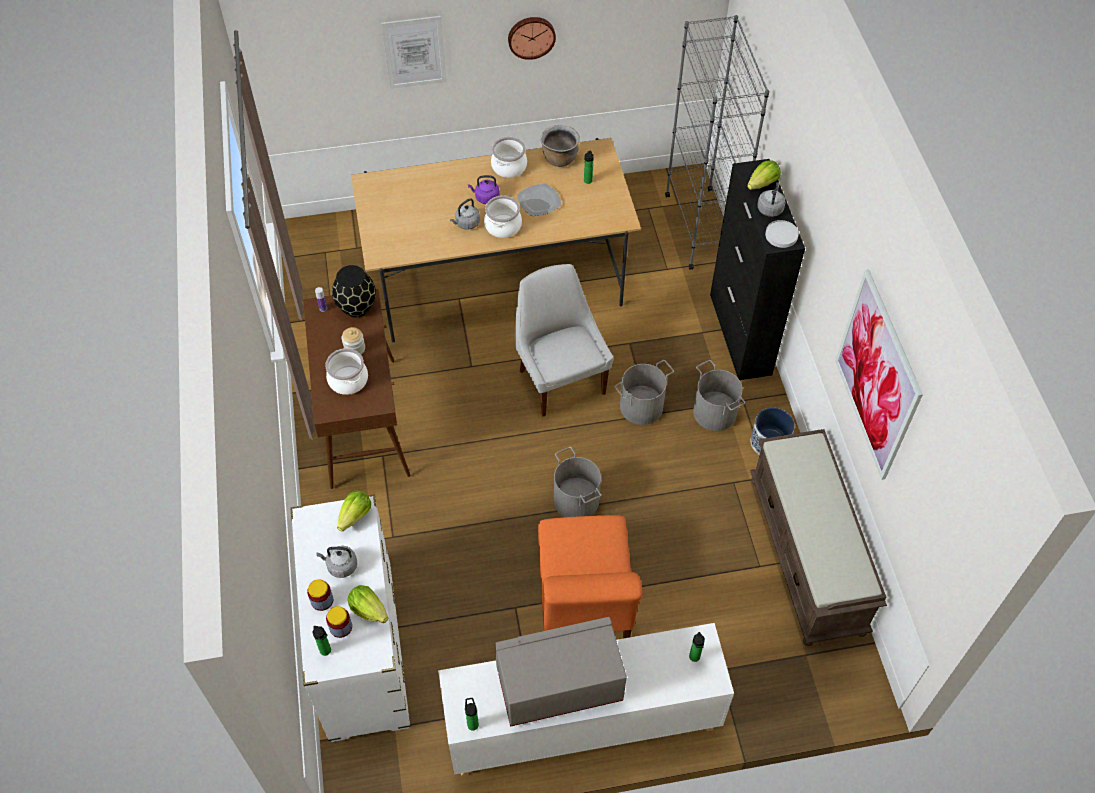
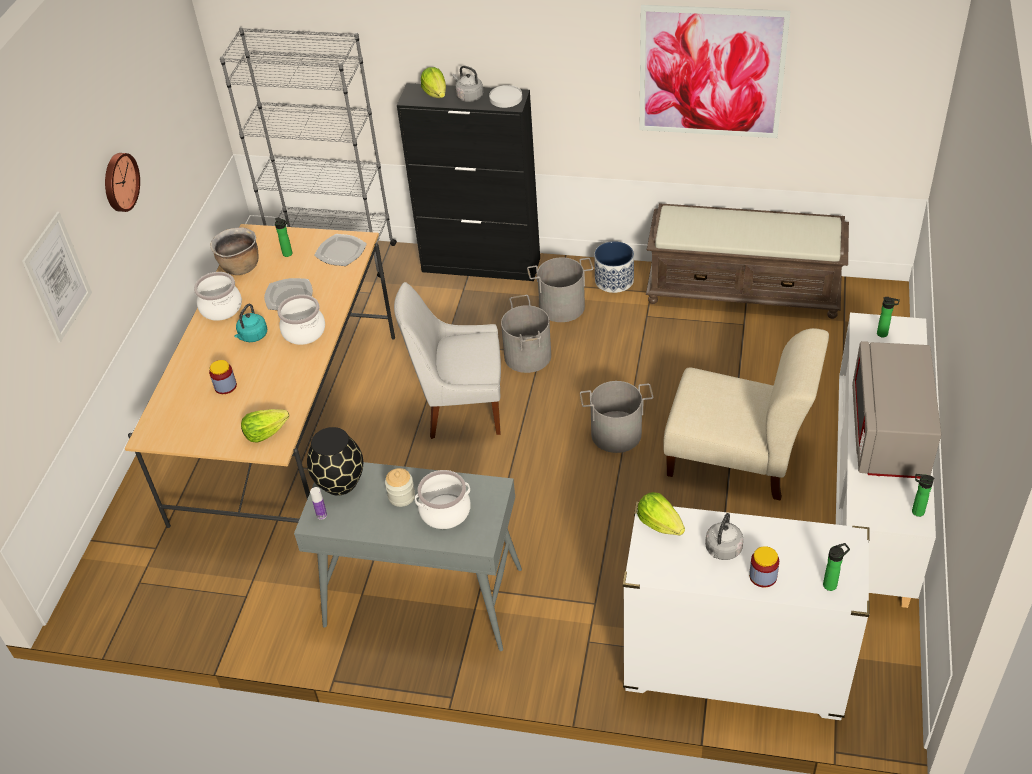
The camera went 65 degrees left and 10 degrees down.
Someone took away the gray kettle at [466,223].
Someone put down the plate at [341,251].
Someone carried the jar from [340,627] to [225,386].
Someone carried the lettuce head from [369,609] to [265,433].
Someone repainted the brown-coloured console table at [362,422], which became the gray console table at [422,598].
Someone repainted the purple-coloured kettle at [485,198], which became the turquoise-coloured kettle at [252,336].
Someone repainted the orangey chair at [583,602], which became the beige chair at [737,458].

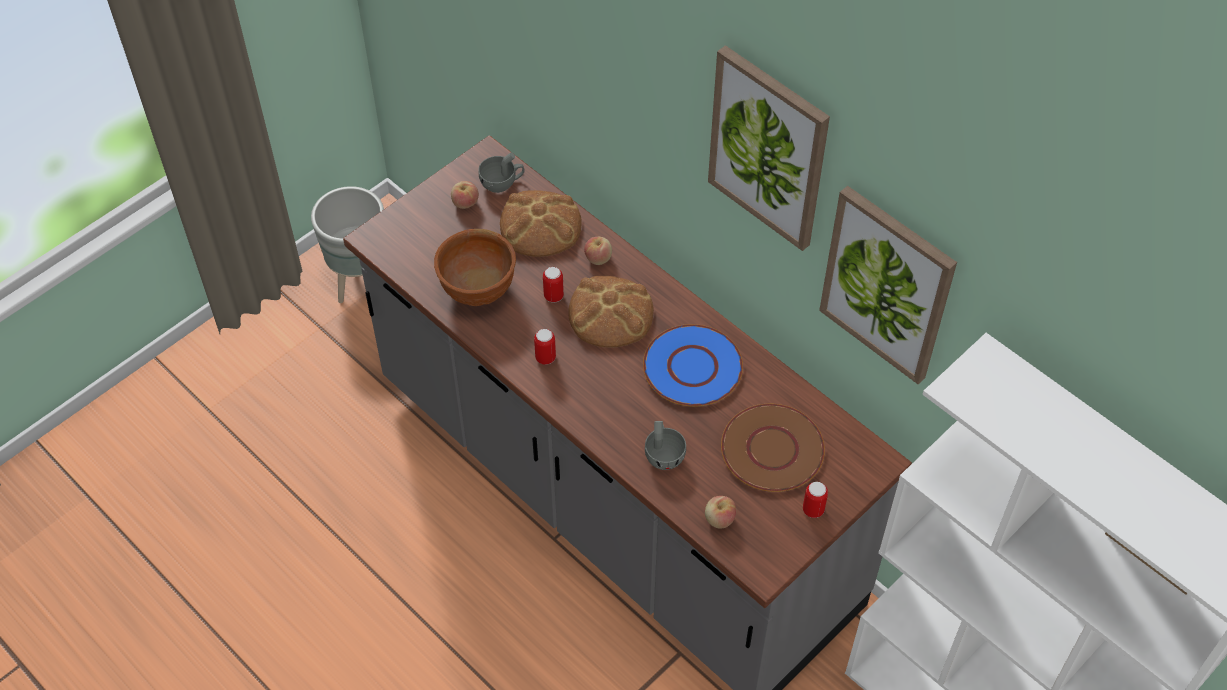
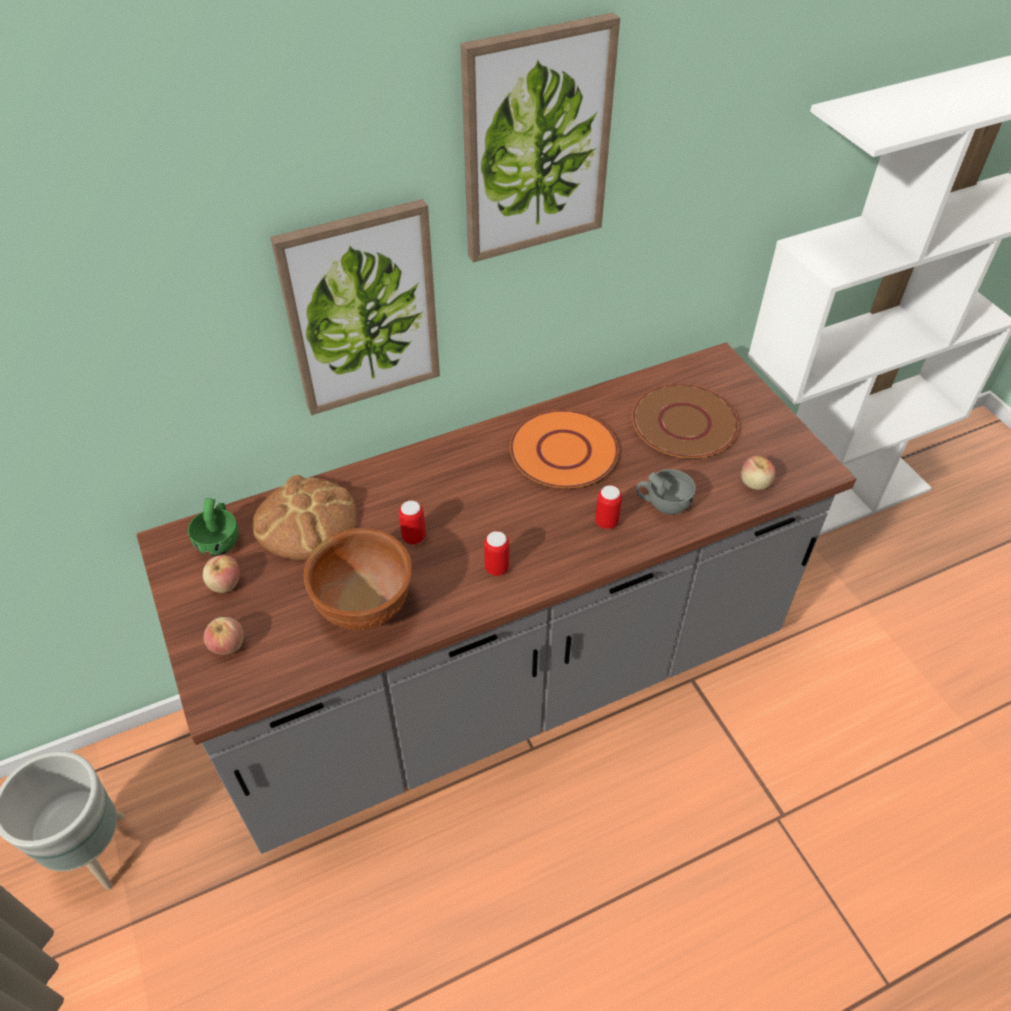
The camera went 70 degrees left and 5 degrees down.
Someone took away the baked bread at [610,313].
Someone carried the apple fruit from [598,258] to [227,645].
Someone carried the metal can from [813,510] to [606,522].
Someone carried the wall art from [887,284] to [361,309].
Someone repainted the gray drinking cup at [502,183], which became the green-coloured drinking cup at [220,539].
Someone repainted the blue-coloured plate at [693,367], which became the orangey plate at [563,450].

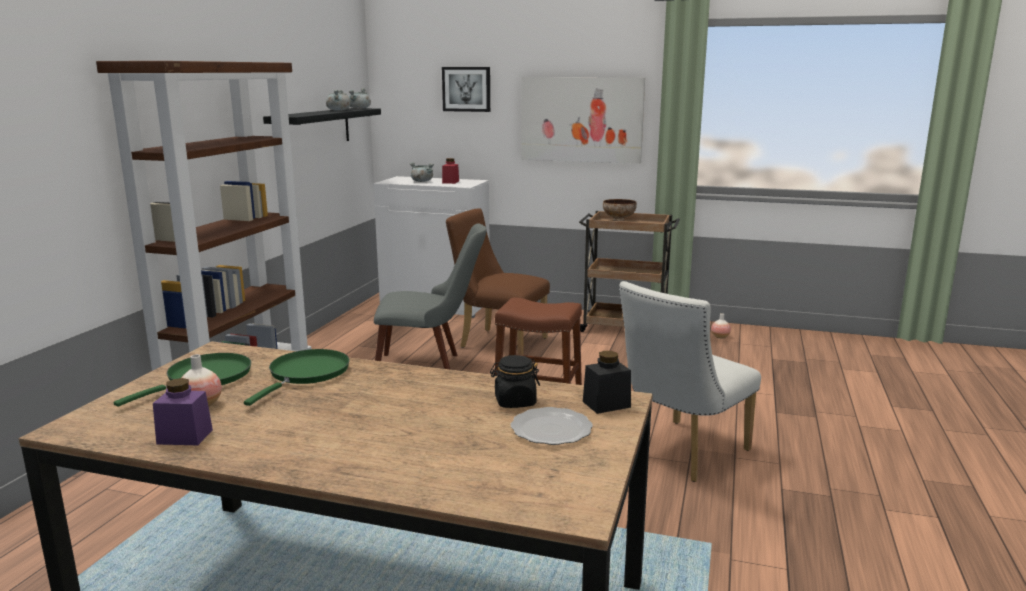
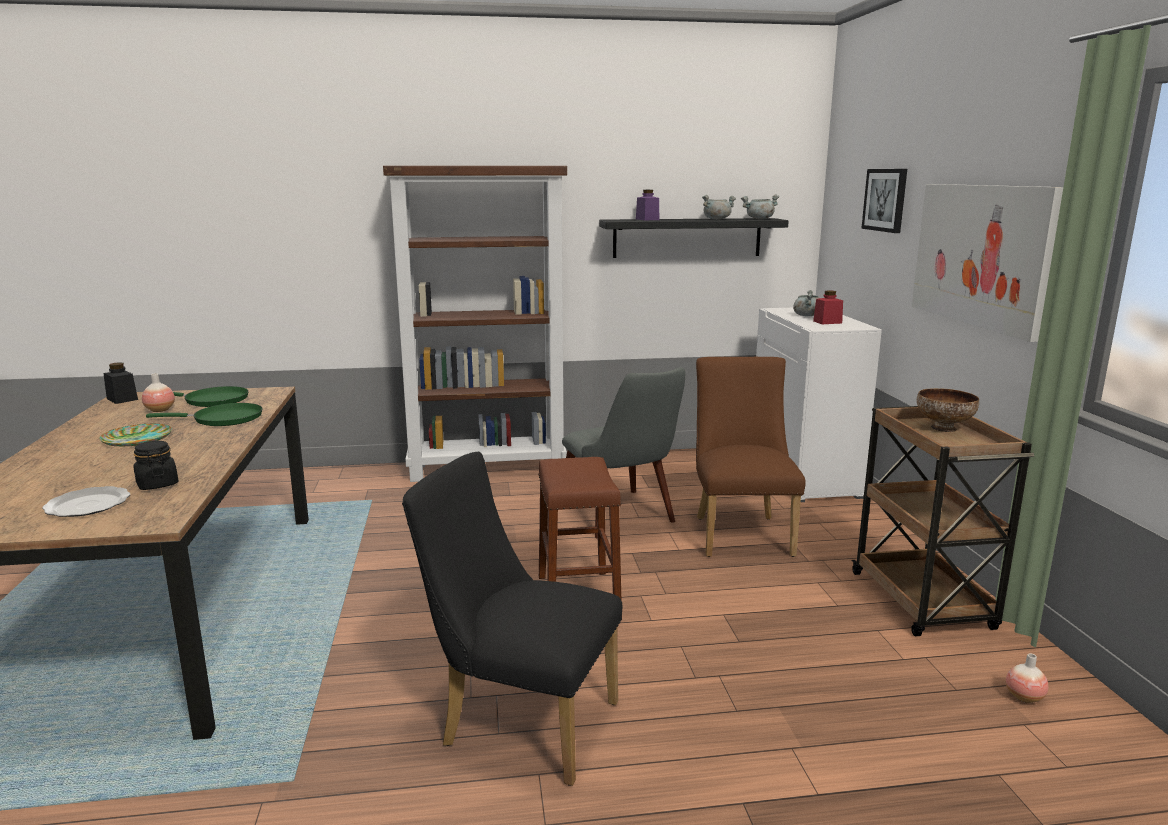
The camera went 65 degrees right and 0 degrees up.
Someone put down the plate at [137,439].
Someone carried the purple-coloured jar from [185,437] to [647,219].
Someone carried the black jar from [606,404] to [122,399].
Someone repainted the whitish chair at [680,454], which became the black chair at [519,722].

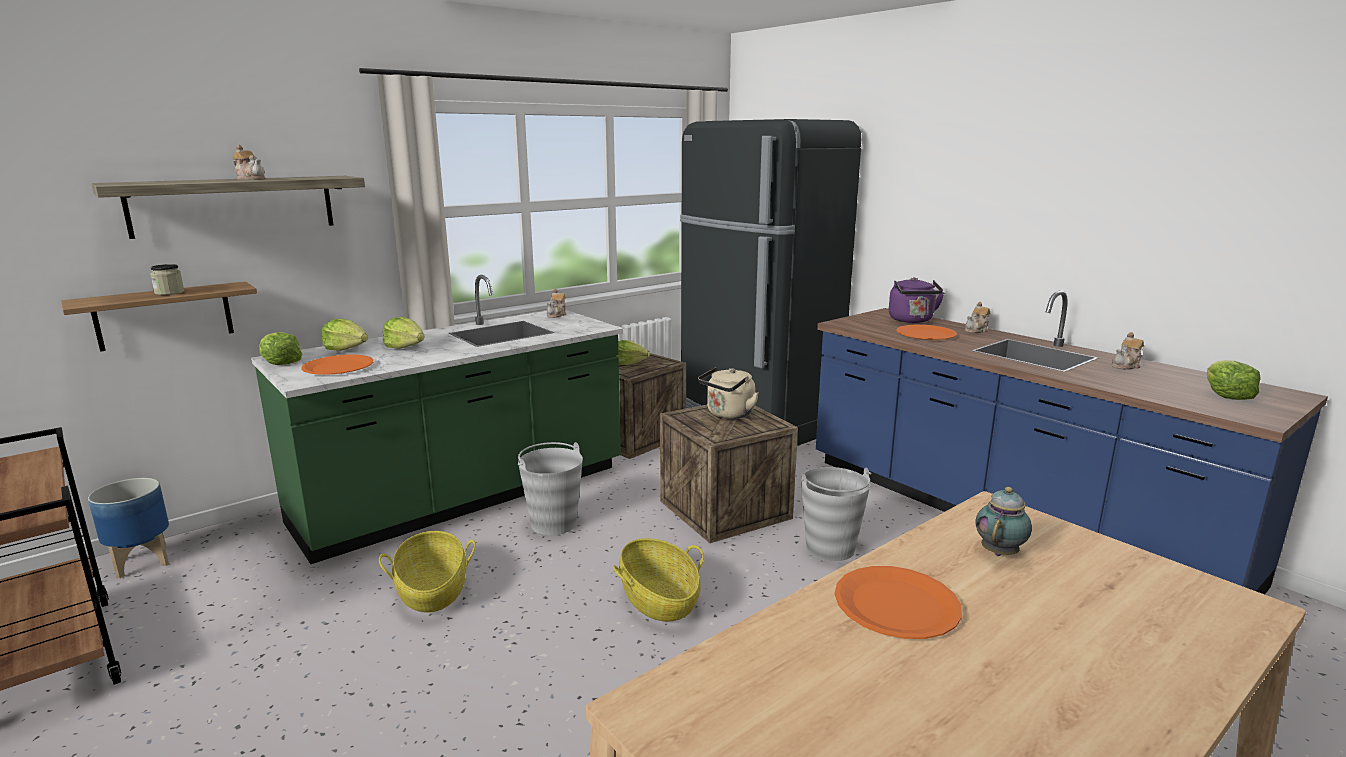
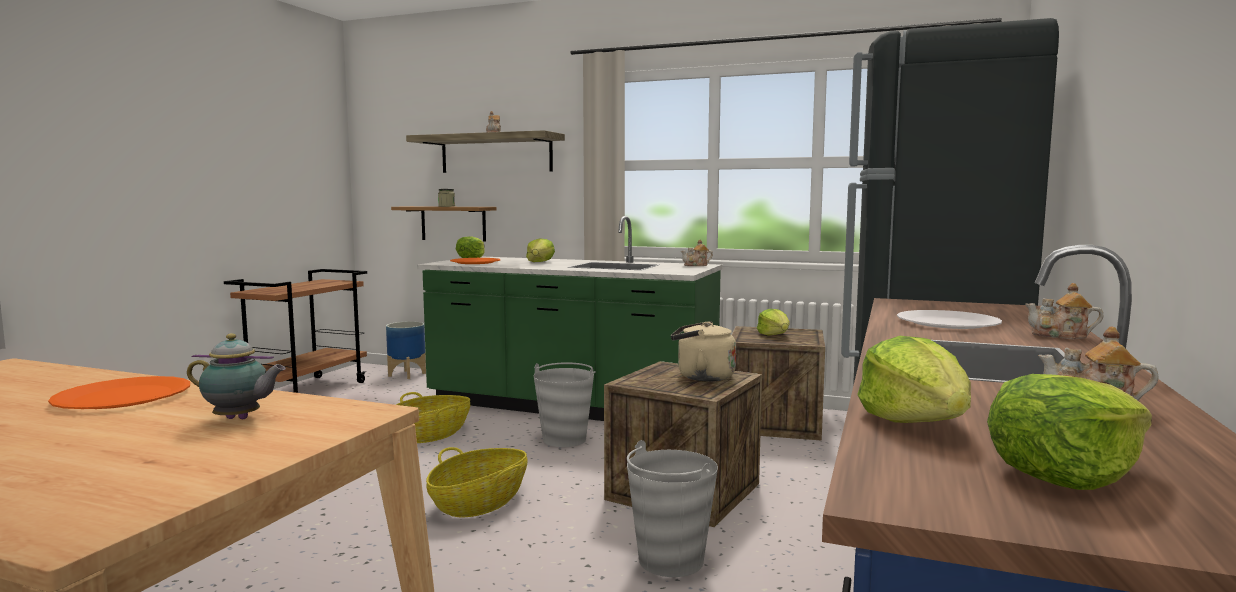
The camera went 60 degrees right and 10 degrees down.
Someone took away the purple-coloured kettle at [912,320].
Someone carried the lettuce head from [346,348] to [915,421].
Someone repainted the orangey plate at [925,334], which became the whitish plate at [947,322].

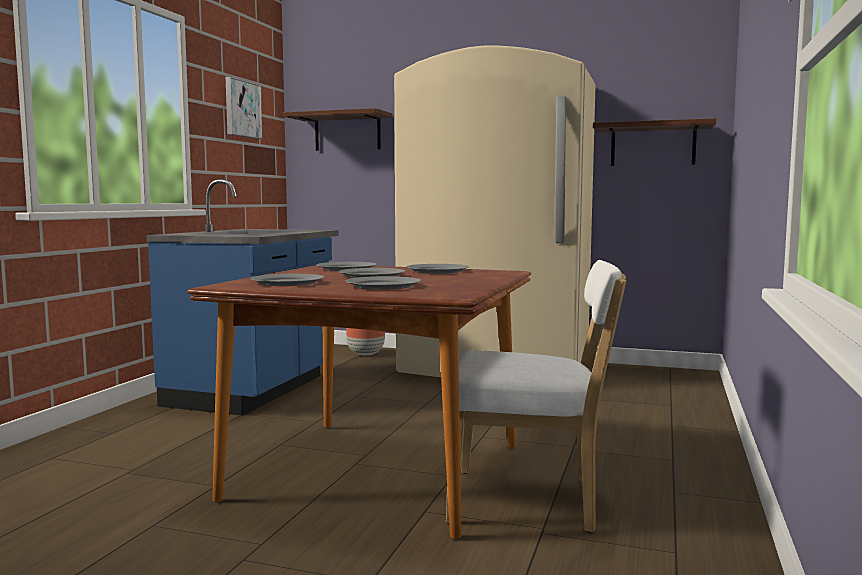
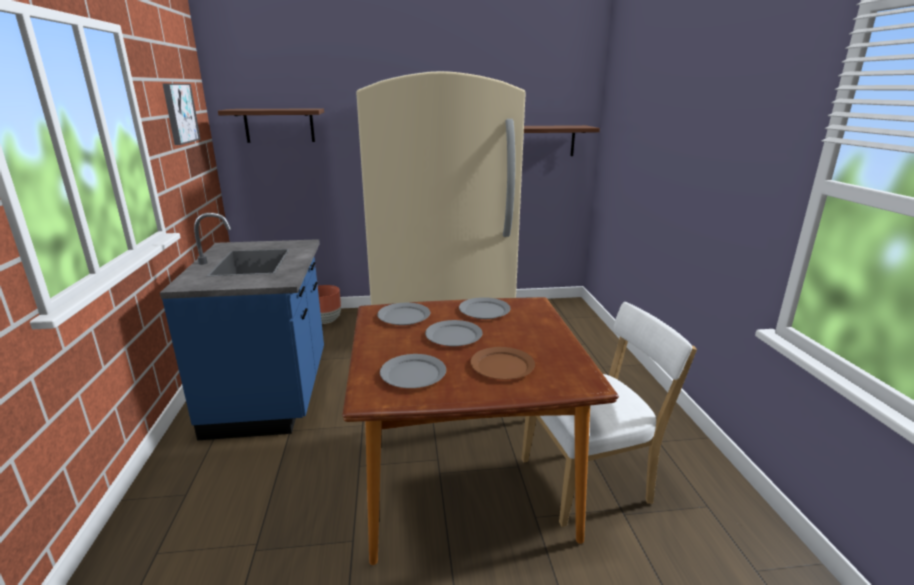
The camera went 25 degrees left and 15 degrees up.
Someone repainted the gray plate at [383,285], which became the brown-coloured plate at [502,366].

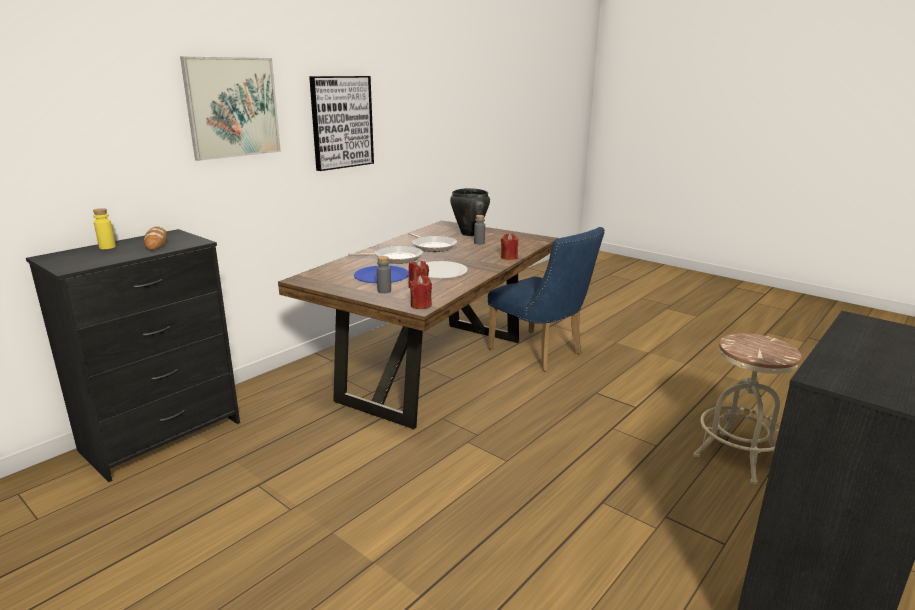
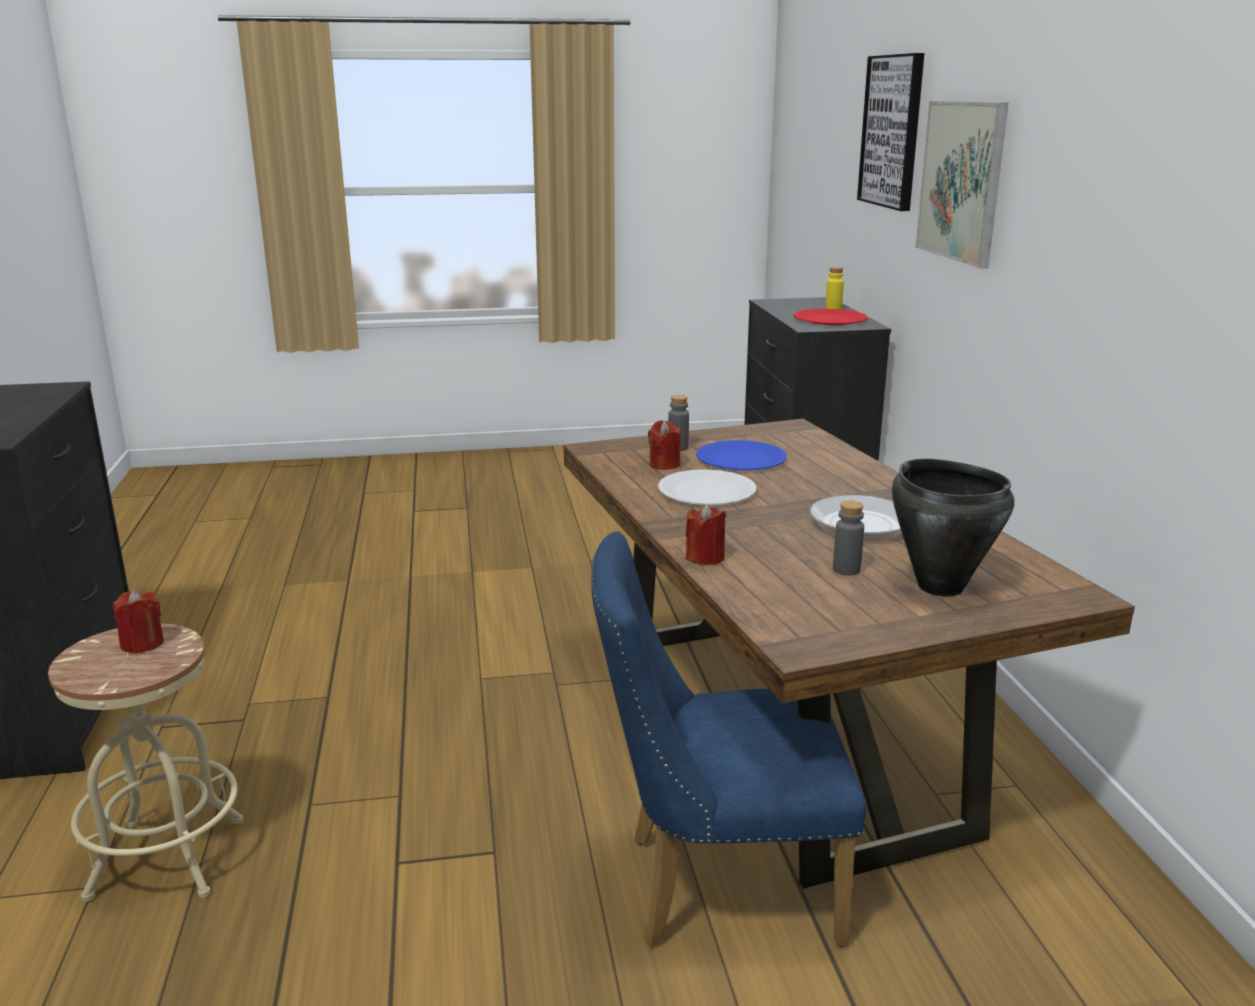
The camera went 130 degrees right and 0 degrees up.
Someone took away the frying pan at [395,258].
Someone carried the wall art from [341,122] to [892,131].
Someone carried the reddish wax light from [421,305] to [142,644].
Someone swapped the baked bread at [156,242] for the reddish plate at [830,319].

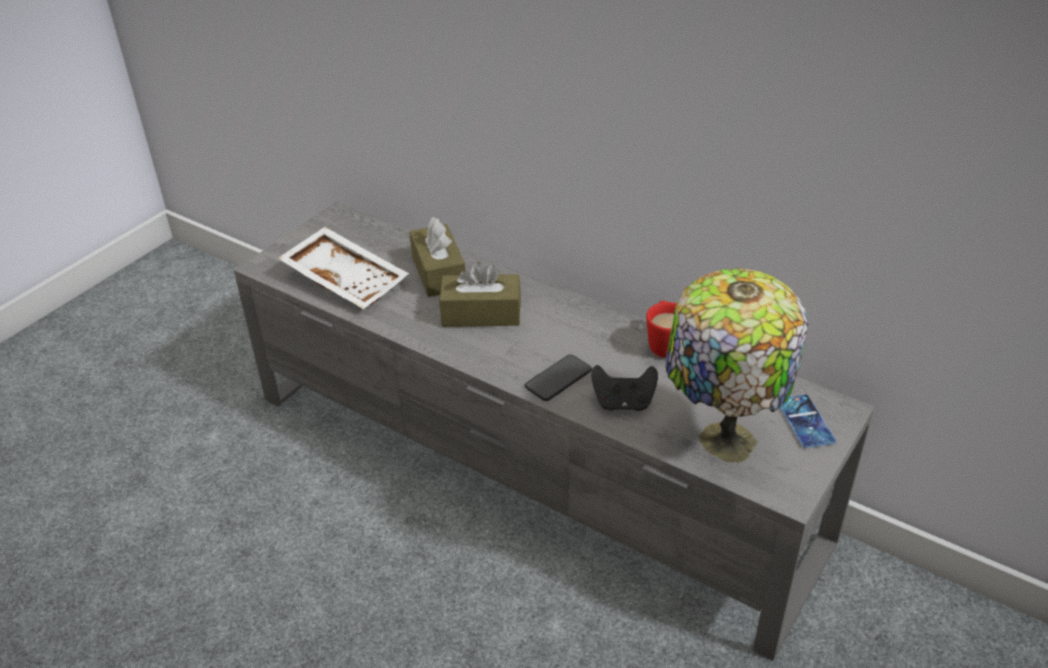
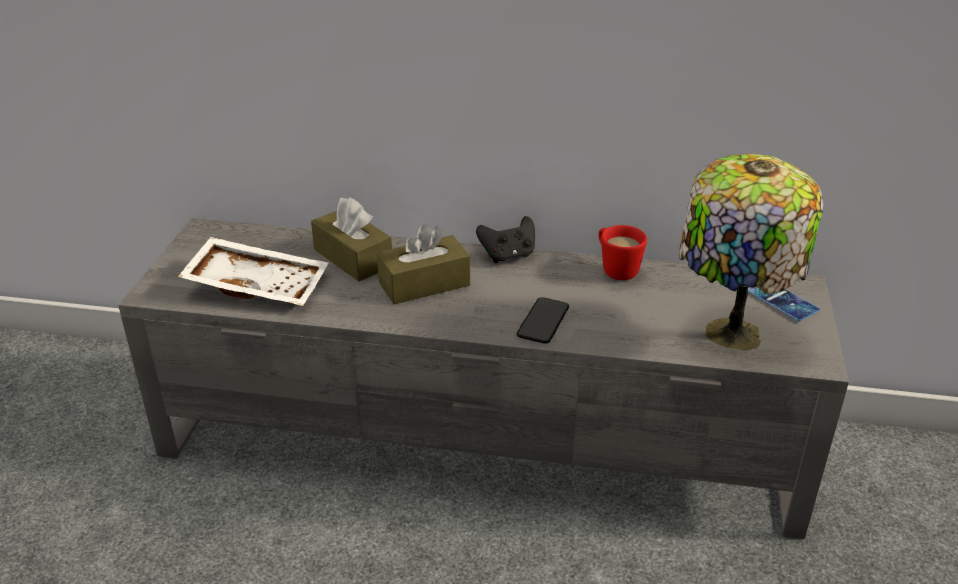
The camera went 25 degrees left and 5 degrees down.
Someone carried the black game controller from [623,403] to [508,255].

